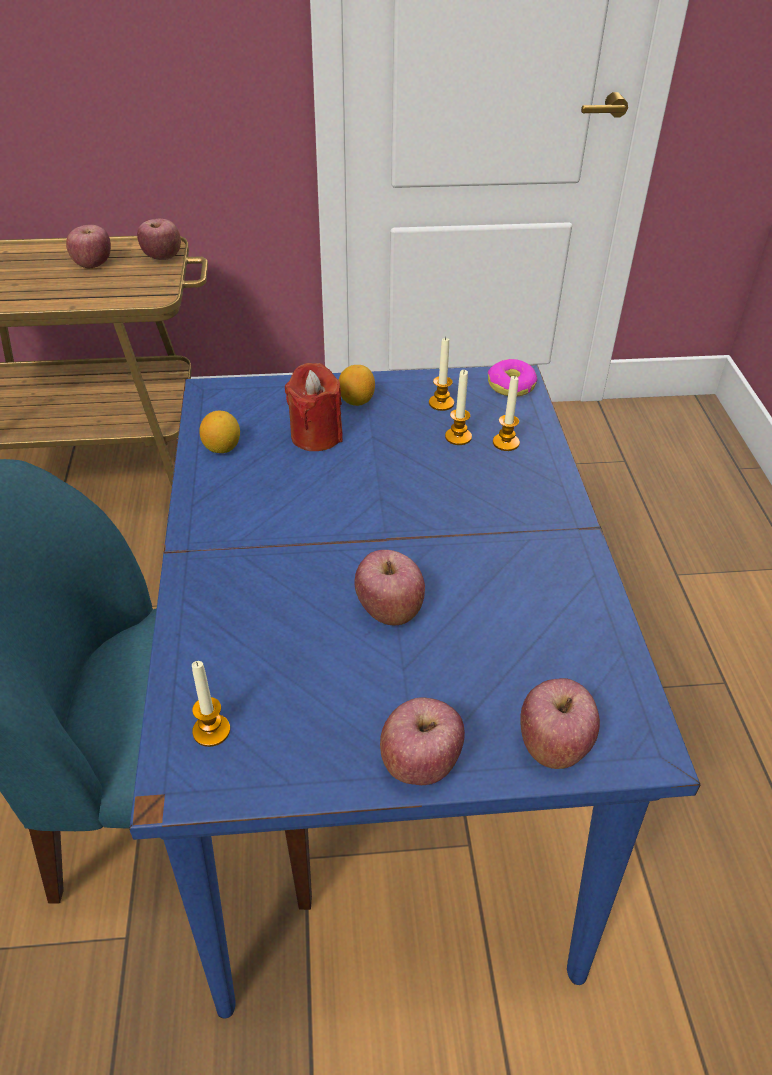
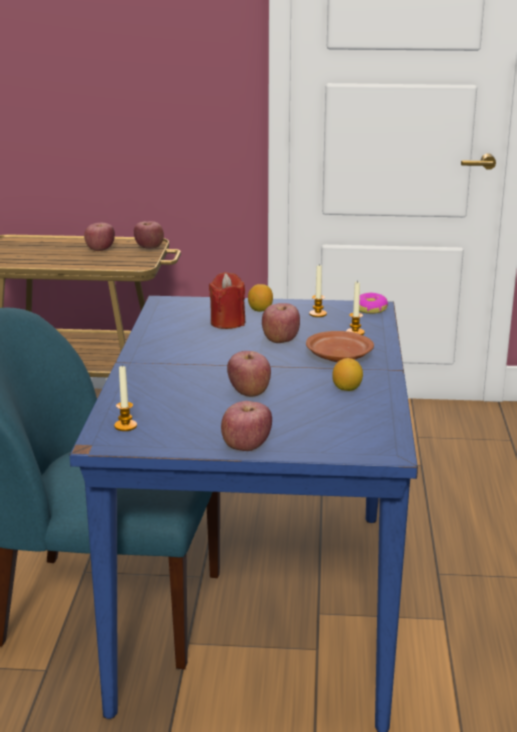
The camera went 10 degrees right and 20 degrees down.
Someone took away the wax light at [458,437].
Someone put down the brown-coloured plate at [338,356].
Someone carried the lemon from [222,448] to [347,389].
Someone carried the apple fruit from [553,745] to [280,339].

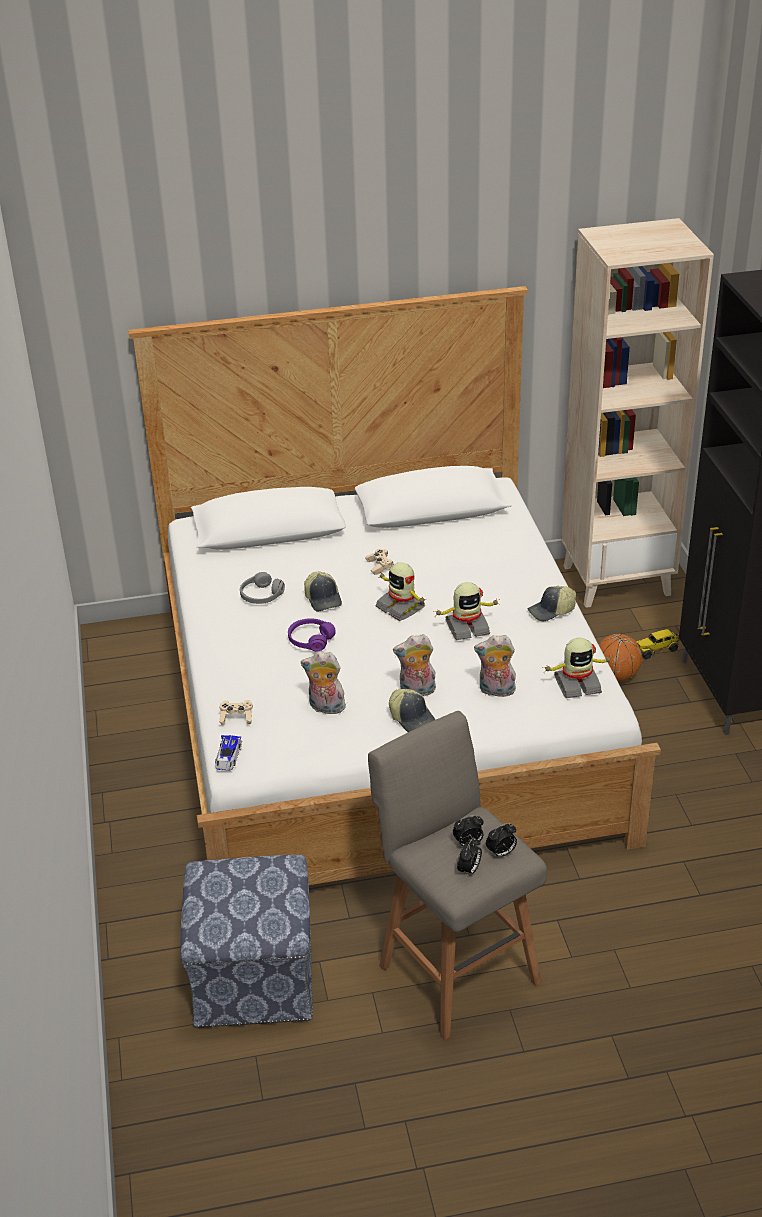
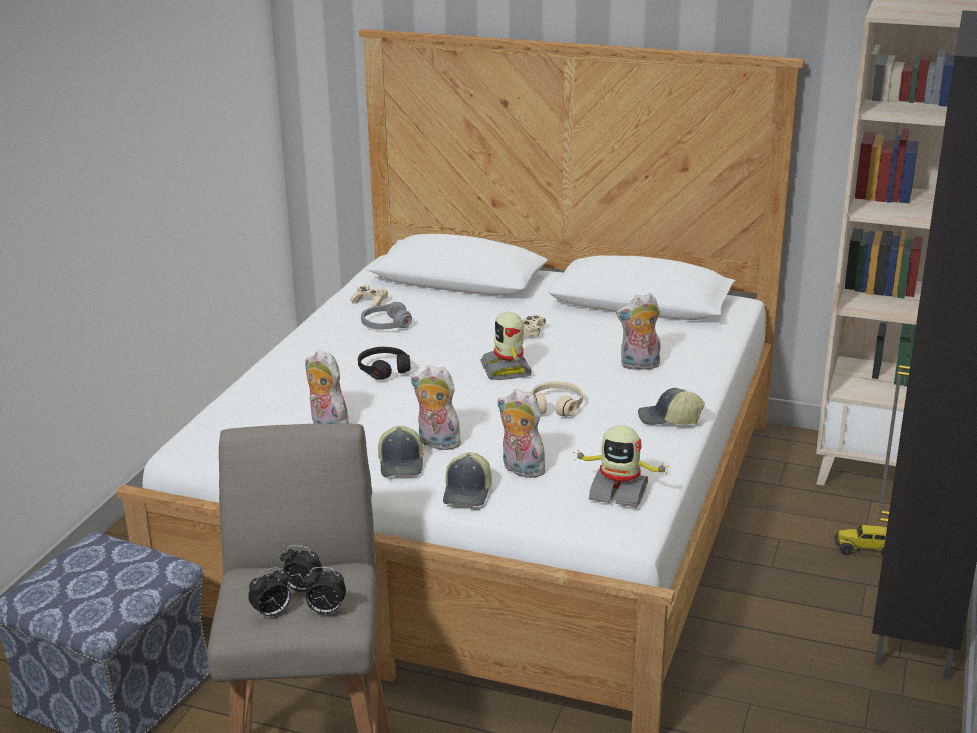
The camera went 30 degrees right and 10 degrees down.
Someone took away the miniature car at [228,757].
Someone took away the basketball ball at [616,676].
Someone put down the soft toy at [639,366].
Someone carried the beige game controller from [236,717] to [370,302].
Someone carried the peaked cap from [323,599] to [468,492].
Someone swapped the toy robot at [467,627] for the beige pair of headphones at [556,406].
Someone repainted the purple-coloured pair of headphones at [310,640], which became the black pair of headphones at [383,369].

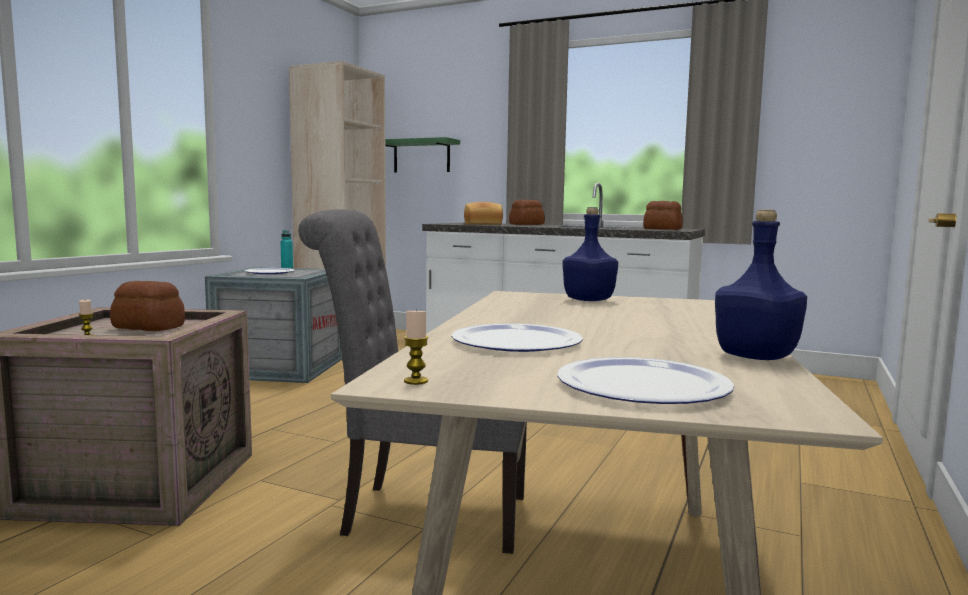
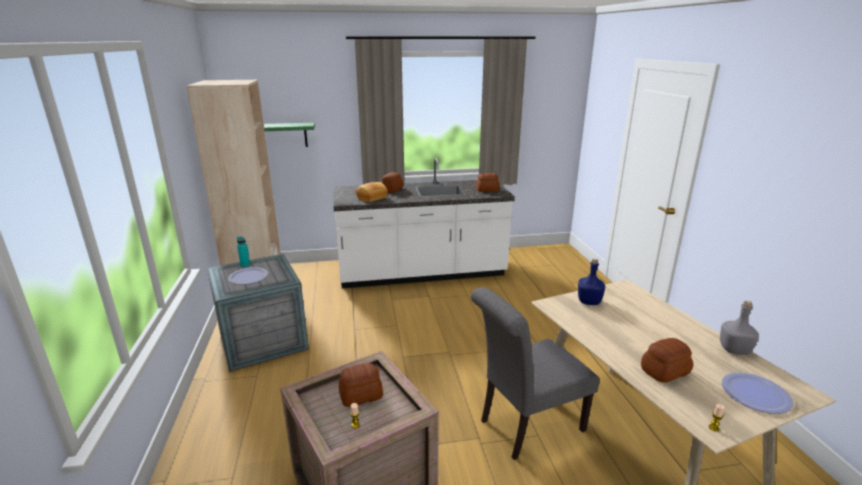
The camera went 35 degrees left and 15 degrees up.
Someone swapped the plate at [516,341] for the baked bread at [664,371].
Someone repainted the blue-coloured beverage bottle at [754,356], which became the gray beverage bottle at [733,350].

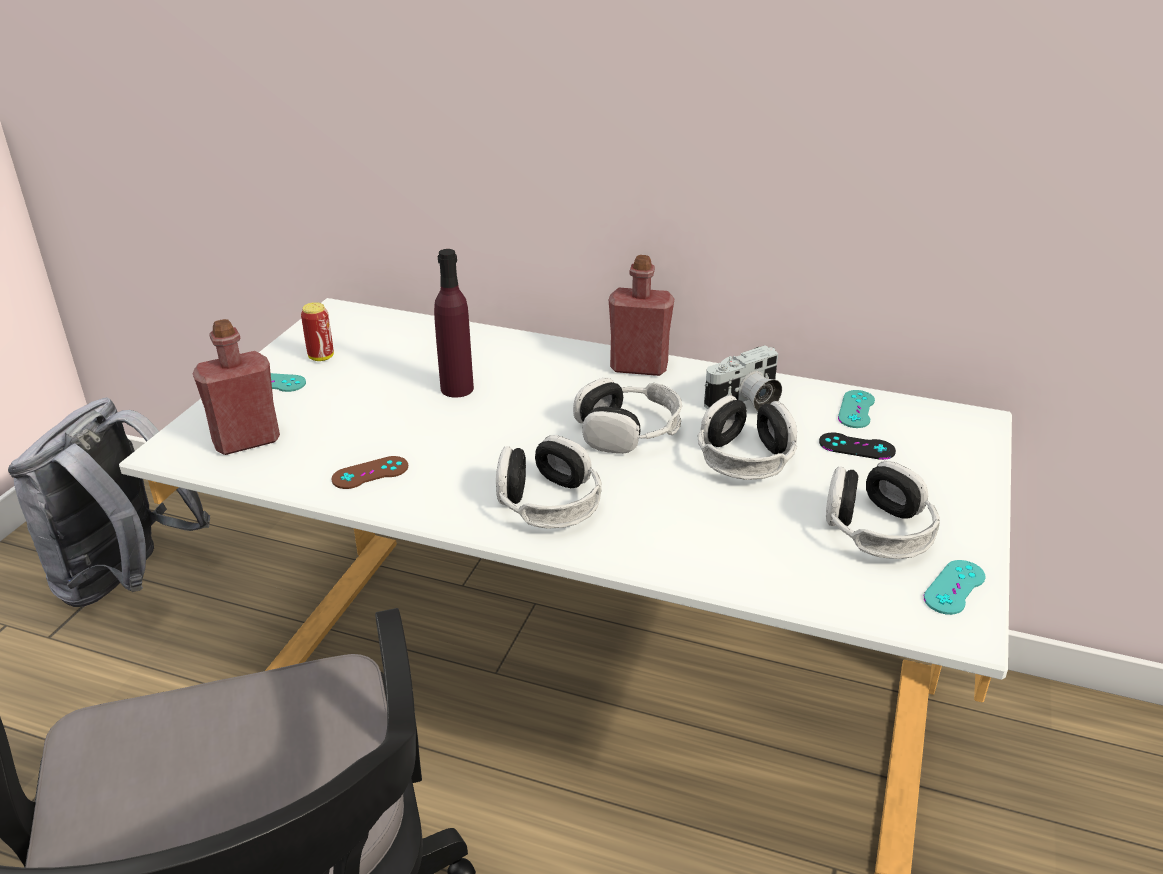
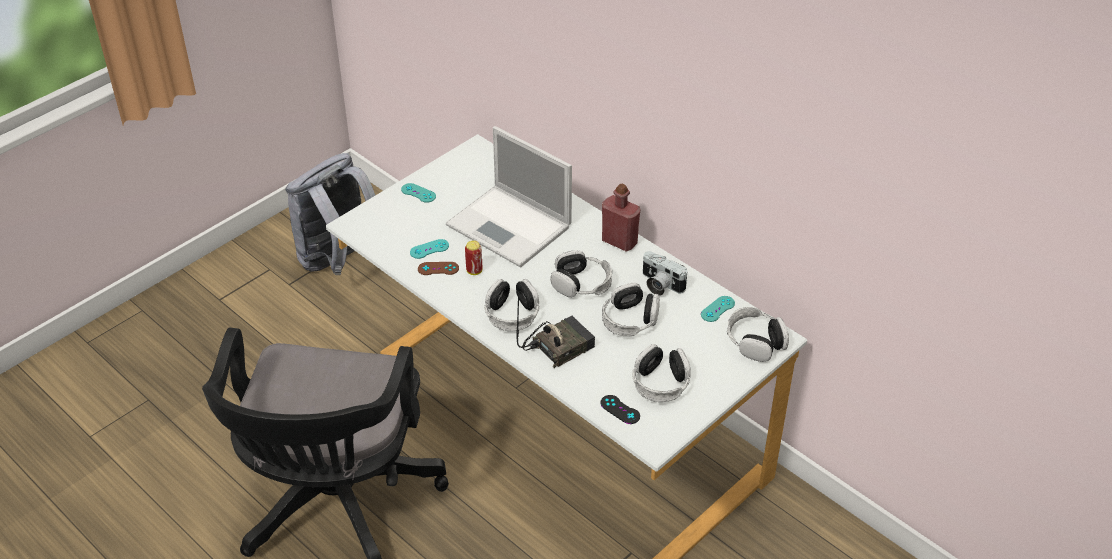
The camera went 25 degrees right and 10 degrees up.
Someone took away the reddish beverage bottle at [246,441].
Someone put down the radio receiver at [558,346].
Someone put down the pair of headphones at [755,341].
Someone carried the metal can from [321,357] to [474,271].
Someone carried the black game controller from [856,447] to [620,409].
Someone carried the turquoise-coloured game controller from [954,587] to [429,249].
Someone swapped the purple-coloured beverage bottle at [457,388] for the notebook computer at [510,227].
Someone rotated the still camera at [746,402] by 45 degrees clockwise.

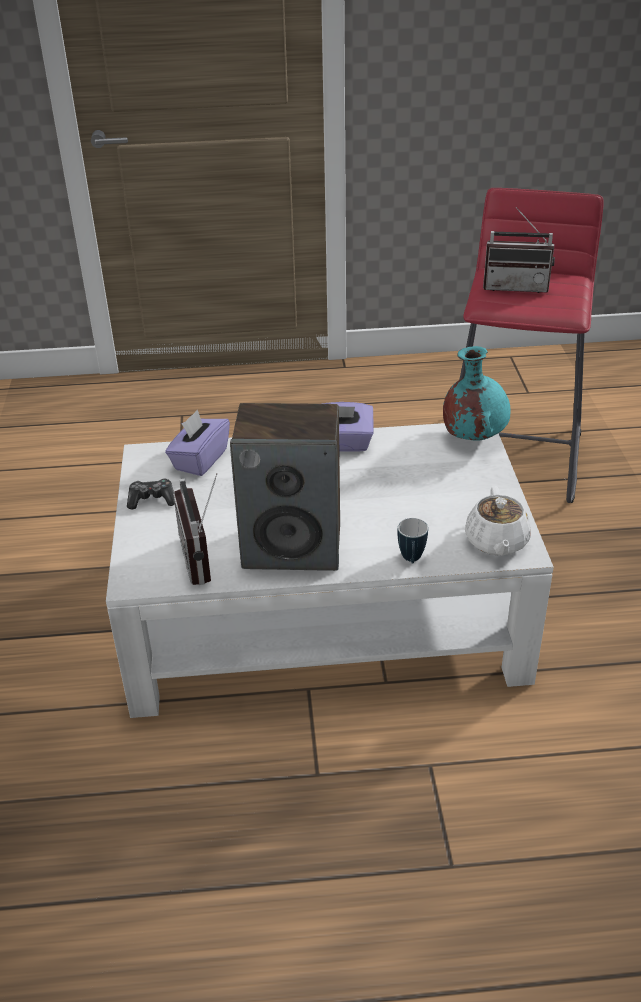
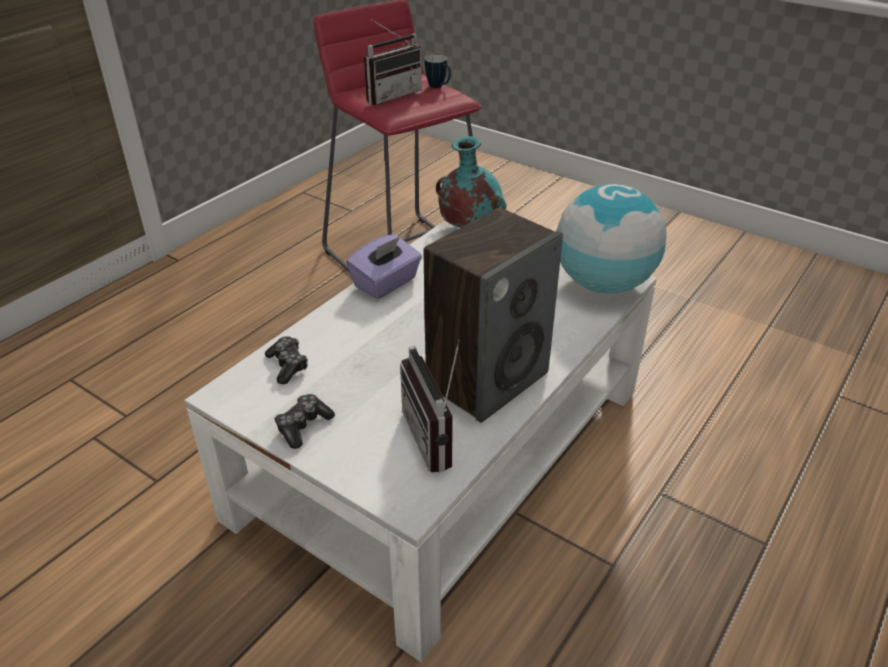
The camera went 50 degrees left and 0 degrees up.
Someone carried the tea mug from [411,560] to [439,87].
Someone swapped the purple-coloured box of tissues at [200,460] for the game controller at [288,365].
Someone swapped the whitish pot for tea at [496,542] for the desk globe at [603,284].
Someone rotated the radio receiver at [205,558] by 45 degrees clockwise.

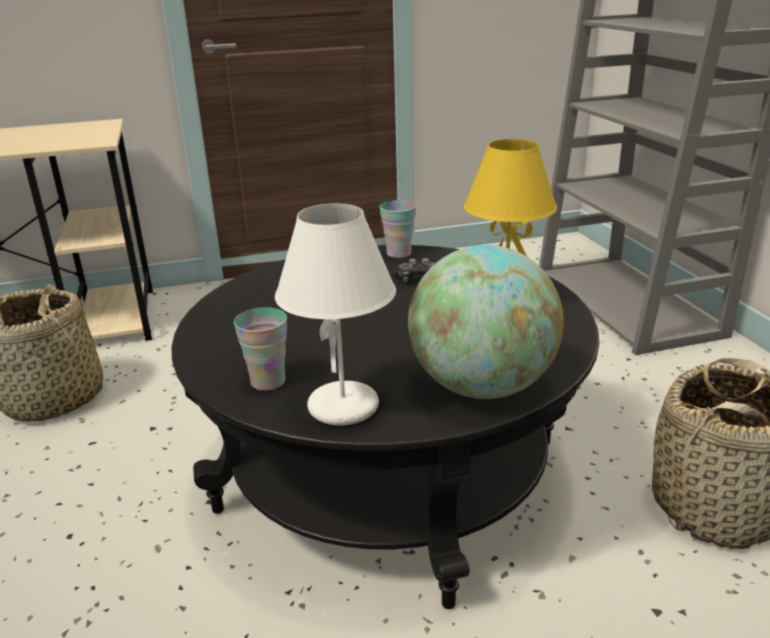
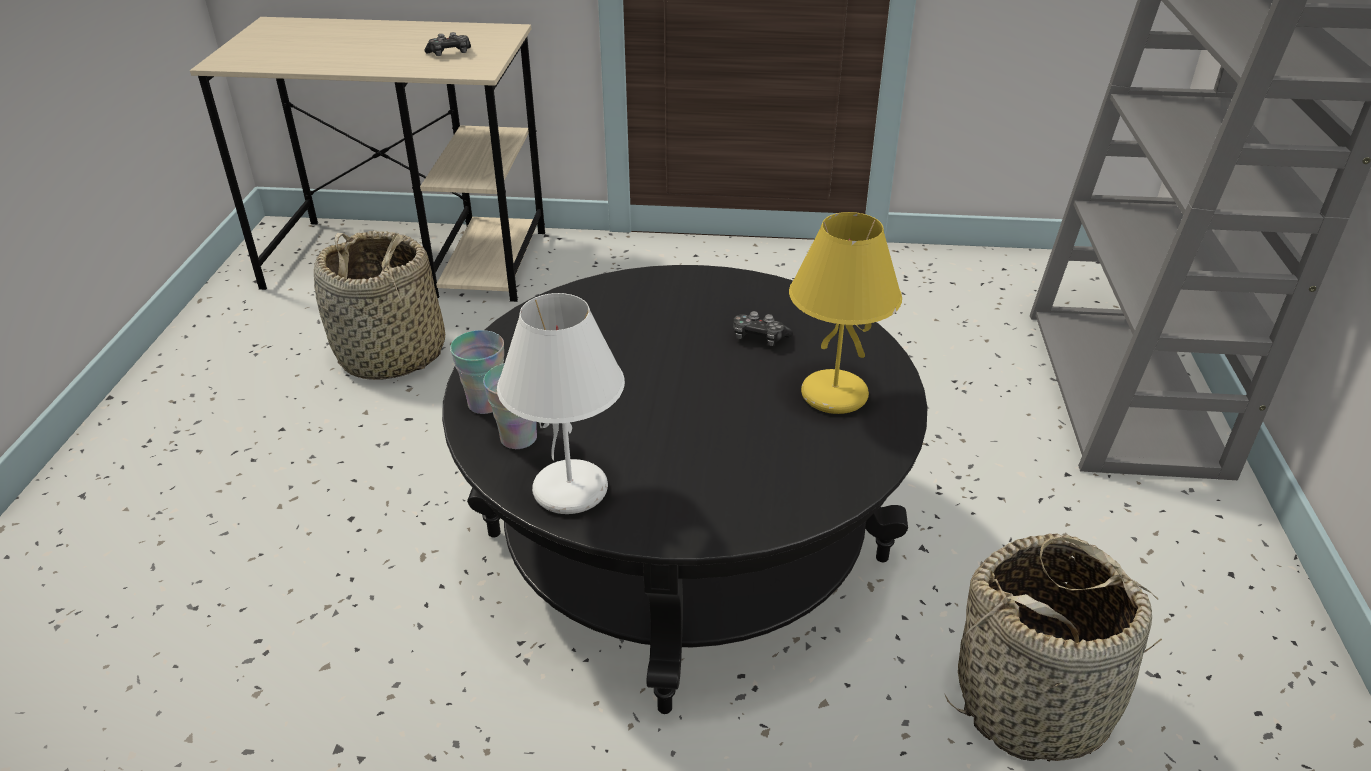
The camera went 20 degrees right and 10 degrees up.
Someone took away the desk globe at [482,386].
Someone put down the game controller at [450,53].
Someone carried the drinking cup from [398,253] to [485,403].

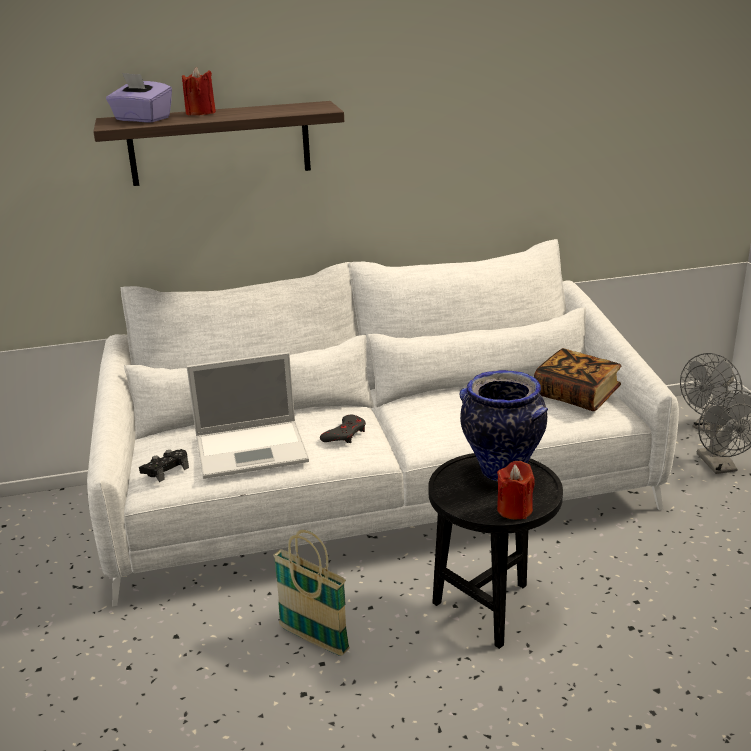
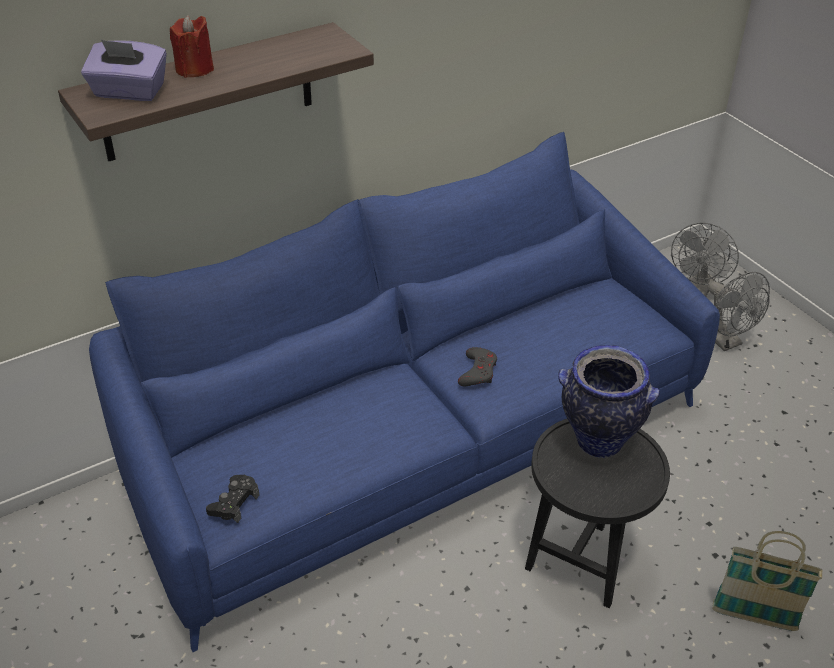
The camera went 20 degrees left and 15 degrees up.
Someone took away the notebook computer at [253,449].
Someone took away the reddish wax light at [514,509].
Someone took away the bound book at [576,395].
Someone carried the storage basket from [314,639] to [754,618].
Someone carried the gray game controller from [345,434] to [478,371].
Someone repainted the whitish sofa at [379,498], which became the blue-coloured sofa at [413,444].

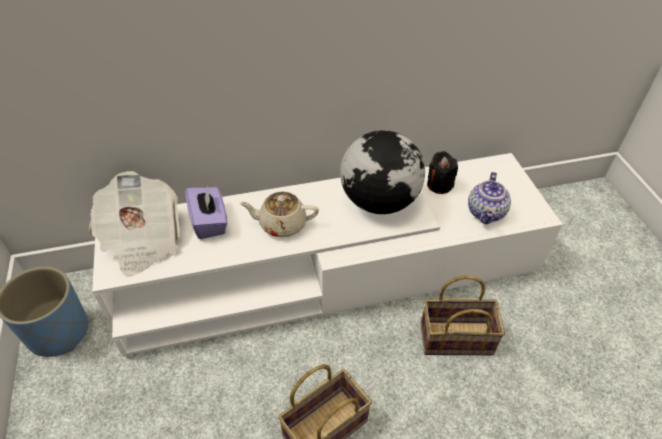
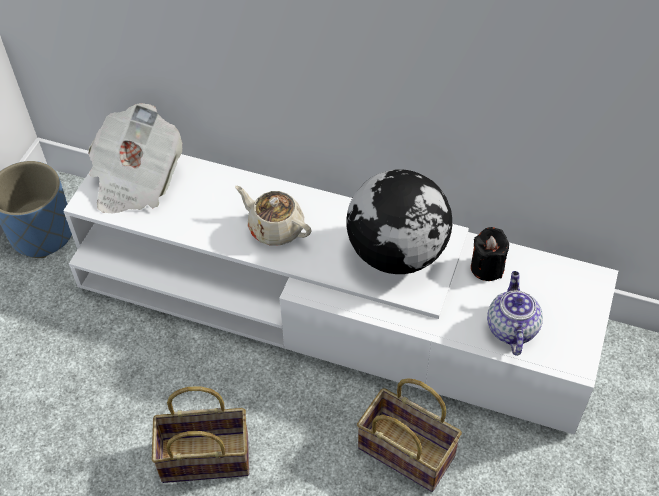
The camera went 35 degrees right and 5 degrees up.
Someone took away the purple-coloured box of tissues at [209,222].
Someone rotated the pot for tea at [486,213] by 135 degrees clockwise.

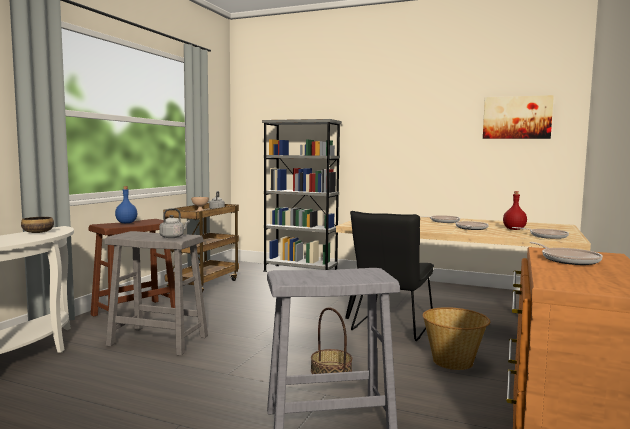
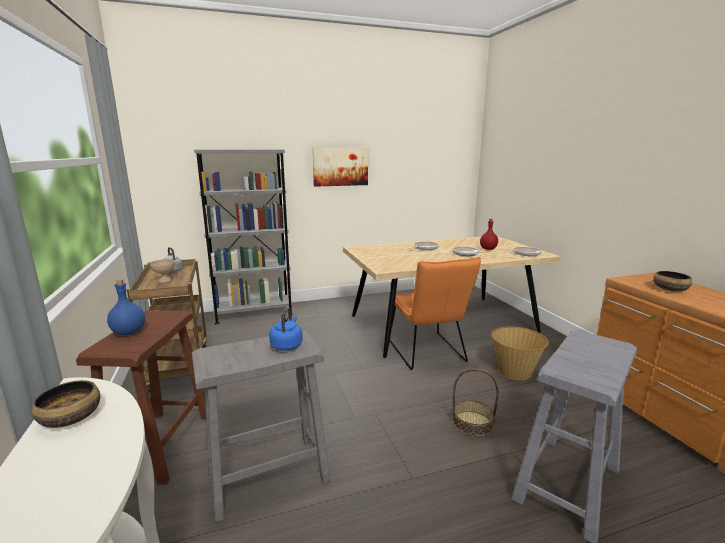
The camera went 40 degrees left and 10 degrees up.
Someone carried the wall art from [517,117] to [340,166].
Someone swapped the frying pan at [568,260] for the deep dish at [669,289].
Someone repainted the gray kettle at [173,237], which became the blue-coloured kettle at [287,345].
Someone repainted the black chair at [391,327], which became the orangey chair at [428,353].

